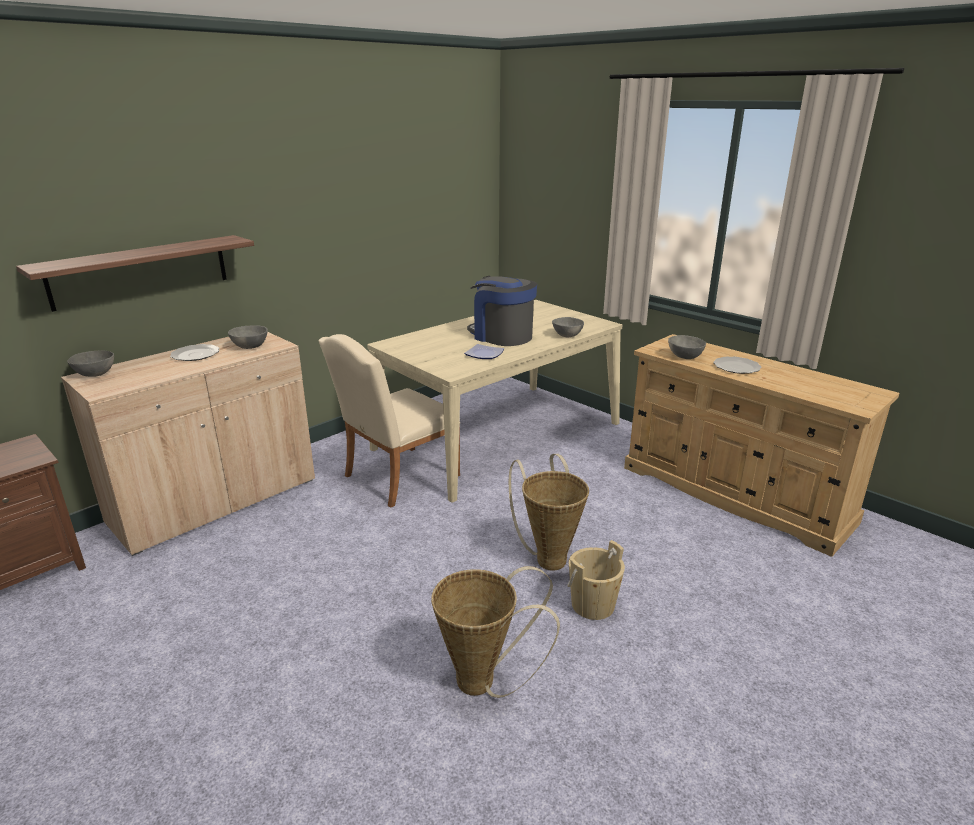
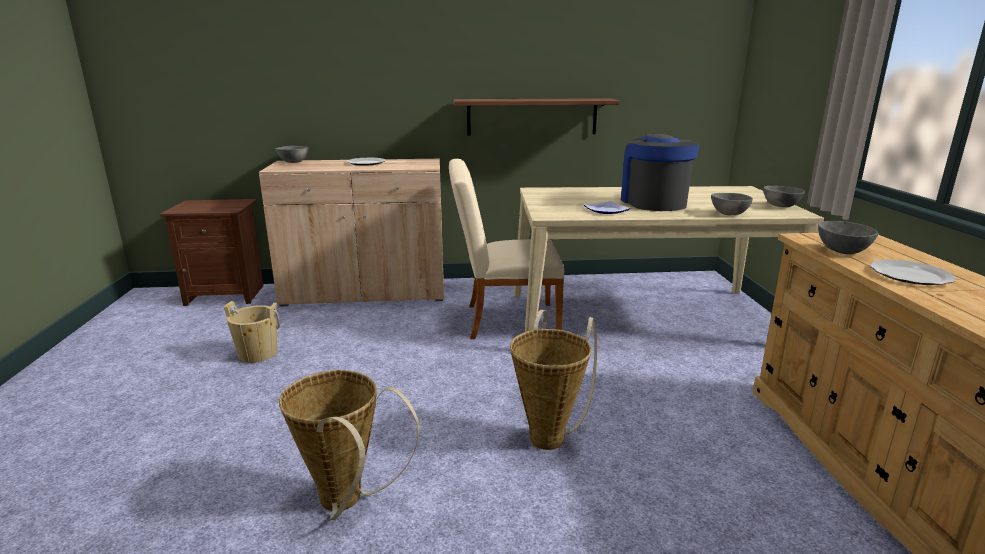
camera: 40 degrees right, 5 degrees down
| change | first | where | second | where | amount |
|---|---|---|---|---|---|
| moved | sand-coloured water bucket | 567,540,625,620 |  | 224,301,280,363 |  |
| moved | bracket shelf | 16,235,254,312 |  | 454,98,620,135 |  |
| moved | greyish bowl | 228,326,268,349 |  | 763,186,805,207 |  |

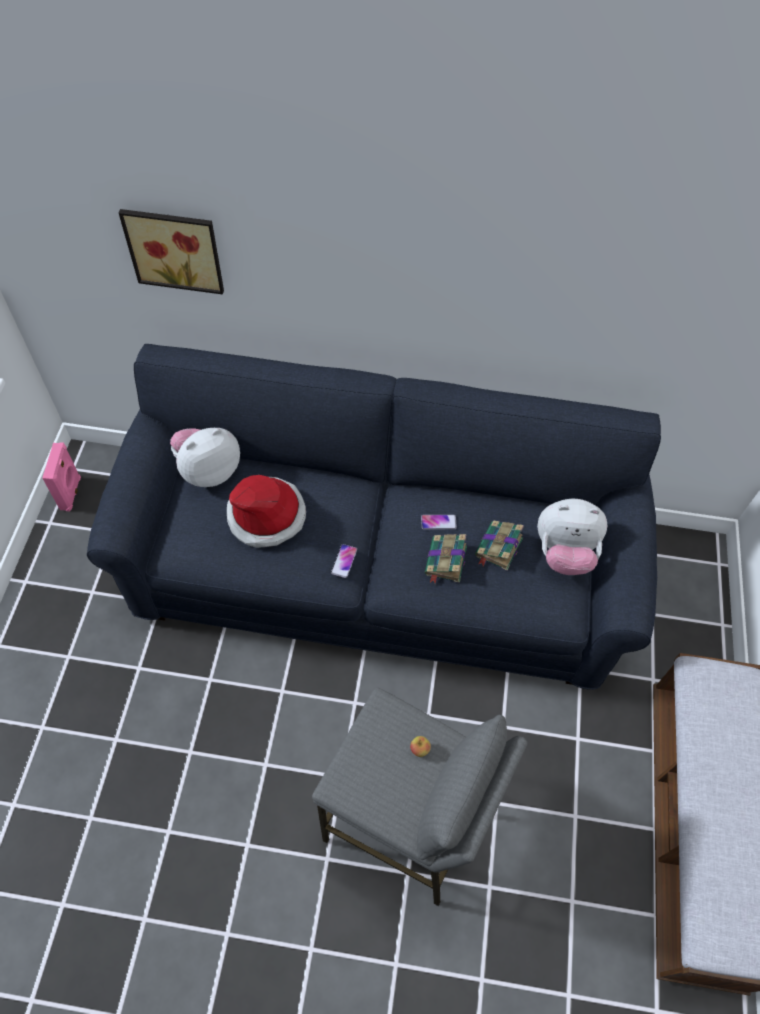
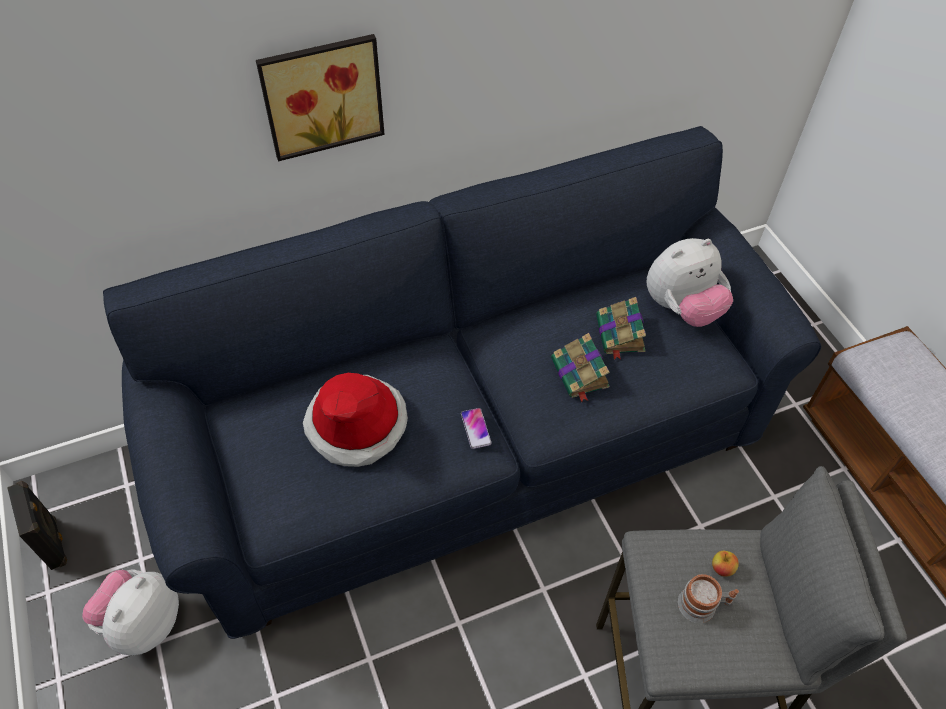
camera: 30 degrees left, 5 degrees down
| change | first | where | second | where | amount |
|---|---|---|---|---|---|
| recoloured | pink speaker | 42,442,81,511 | black-coloured speaker | 7,481,67,570 |  |
| moved | plush toy | 170,428,240,487 |  | 82,569,179,656 |  |
| moved | wall picture | 119,209,224,294 |  | 256,34,385,161 |  |
| added |  |  | tea mug | 678,574,739,623 |  |
| removed | phone | 421,515,457,529 |  |  |  |

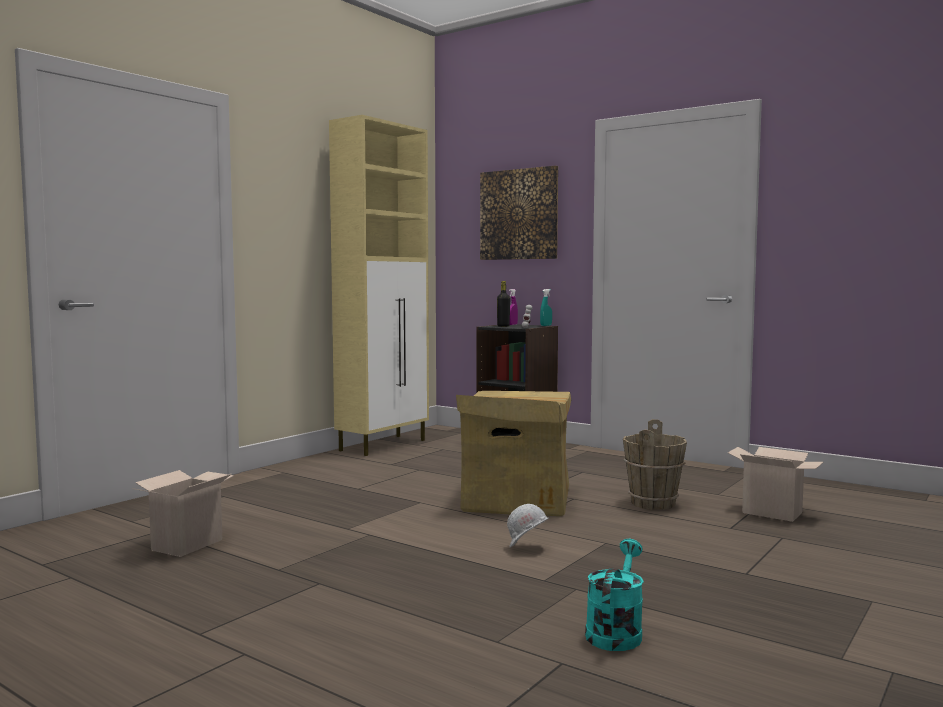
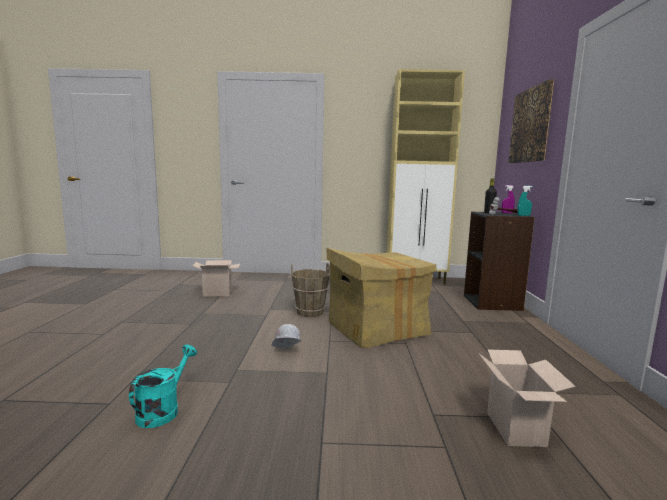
camera: 55 degrees right, 5 degrees up
| change | first | where | second | where | amount |
|---|---|---|---|---|---|
| turned | turquoise-coloured sprinkling can | 585,539,644,651 |  | 129,345,197,428 | 60 degrees counterclockwise |
| moved | brown-coloured water bucket | 623,419,687,510 |  | 291,263,330,317 |  |

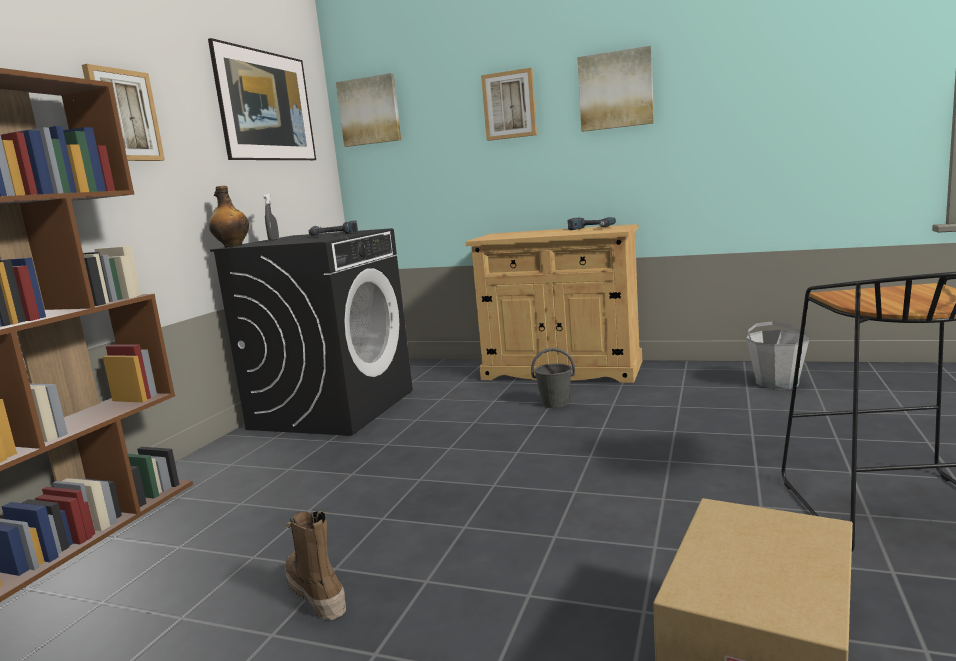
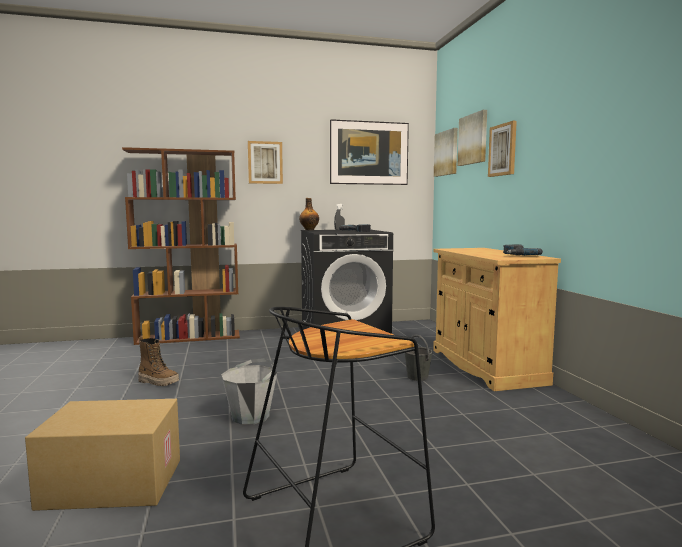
camera: 55 degrees right, 5 degrees down
| change | first | where | second | where | amount |
|---|---|---|---|---|---|
| turned | boot | 285,511,346,620 |  | 138,336,179,386 | 90 degrees clockwise |
| moved | greyish water bucket | 746,321,810,389 |  | 221,358,277,425 |  |
| moved | wall picture | 577,46,654,132 |  | 457,110,487,166 |  |

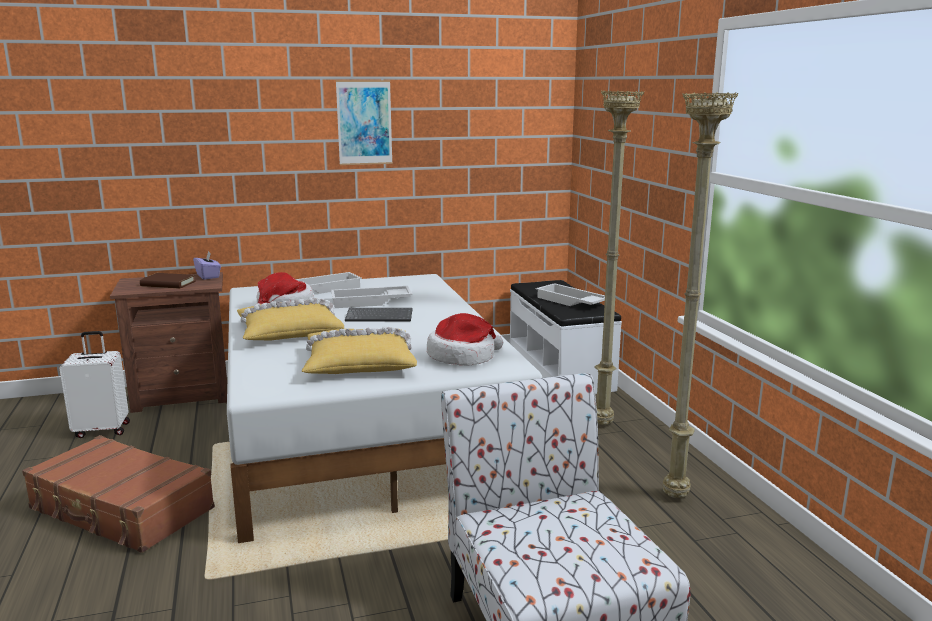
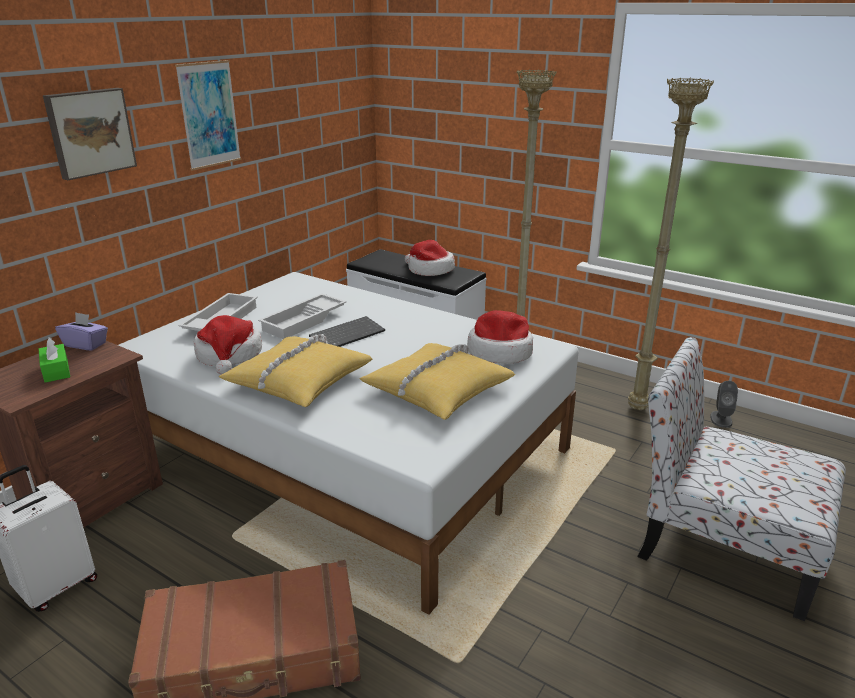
camera: 40 degrees left, 10 degrees up
| change | first | where | second | where | amount |
|---|---|---|---|---|---|
| replaced | brown-coloured volume | 140,273,196,289 | green tissue box | 39,337,70,383 |  |
| added |  |  | wall picture | 43,88,137,180 |  |
| replaced | white carrying tray | 536,283,605,306 | clothing hat | 405,240,455,276 |  |
| added |  |  | greyish speaker | 710,381,738,428 |  |

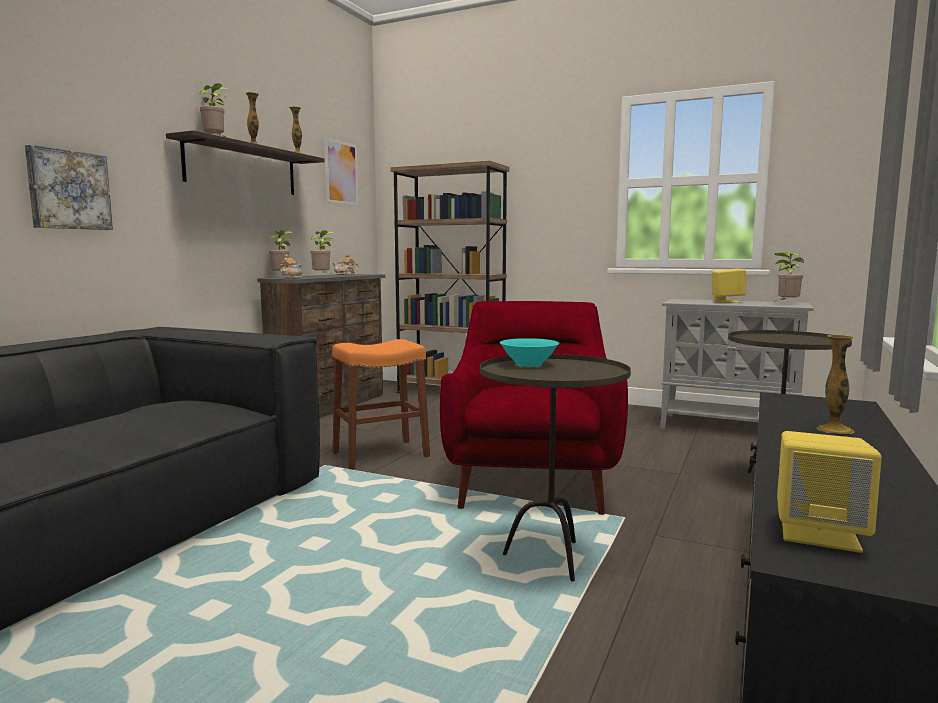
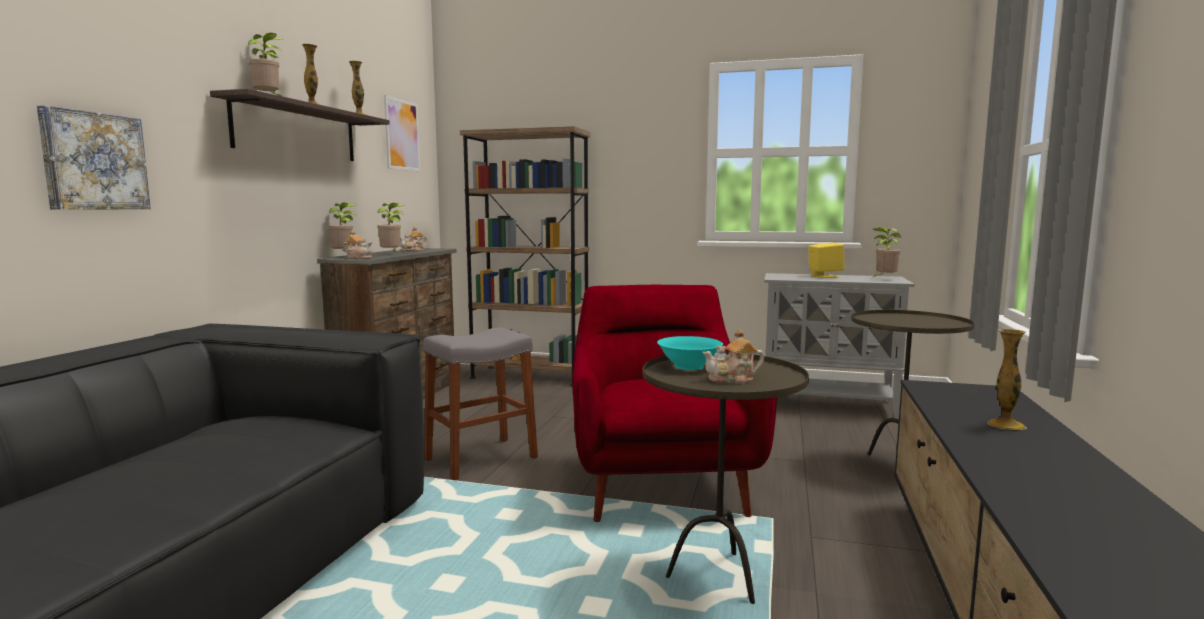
camera: 10 degrees left, 0 degrees up
| change | first | where | second | where | amount |
|---|---|---|---|---|---|
| recoloured | orangey stool | 332,339,430,470 | greyish stool | 423,327,538,480 |  |
| added |  |  | tea pot | 702,329,764,383 |  |
| removed | yellow speaker | 777,431,882,553 |  |  |  |

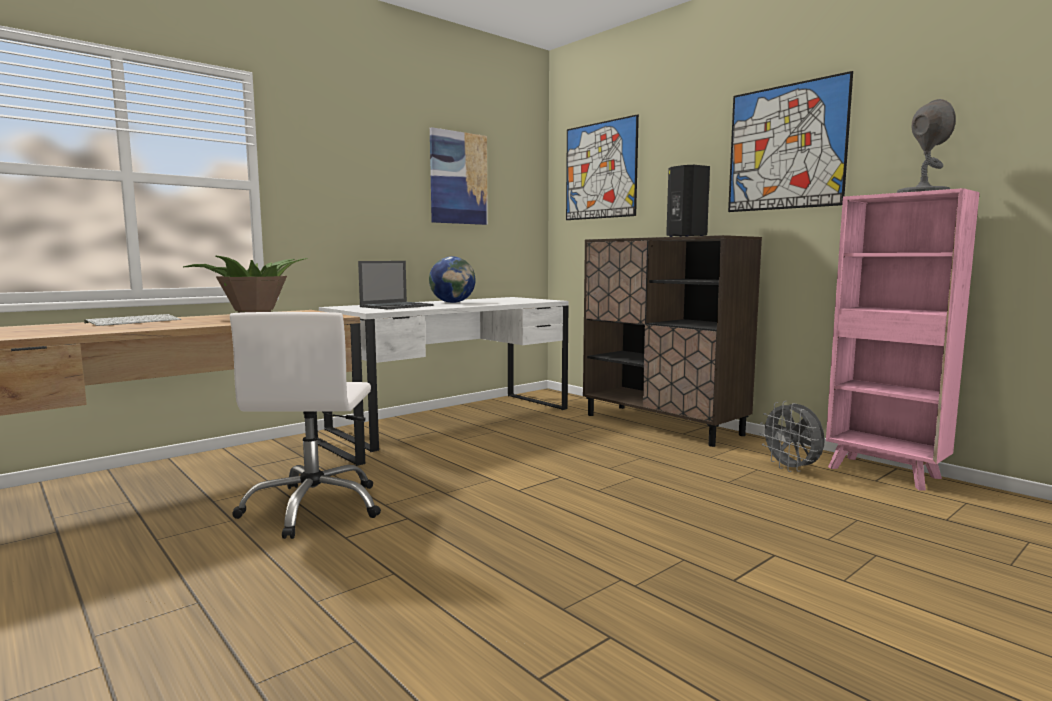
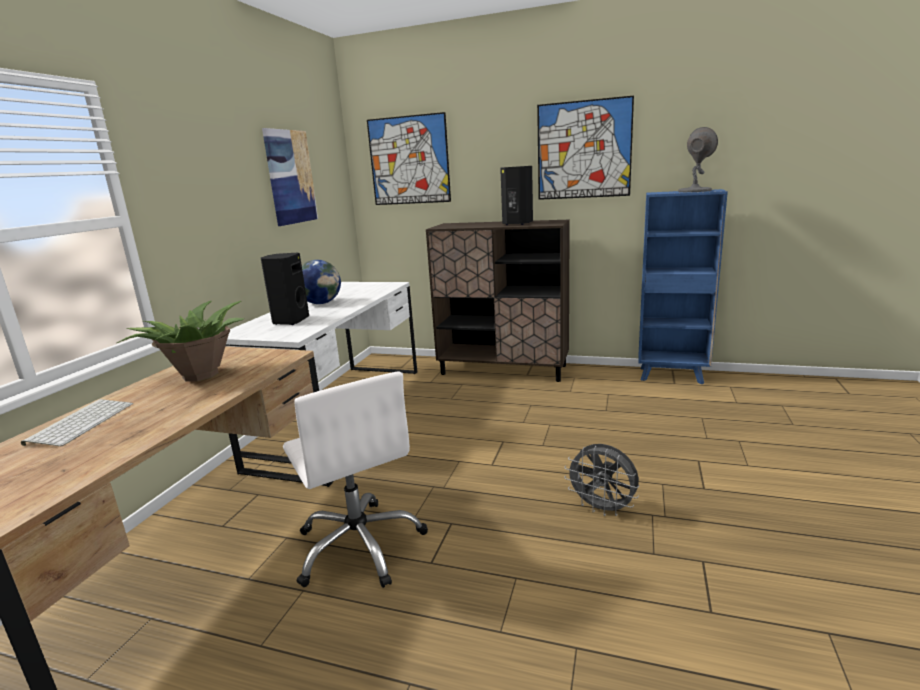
camera: 30 degrees left, 10 degrees up
| change | first | where | second | where | amount |
|---|---|---|---|---|---|
| replaced | laptop | 358,261,433,309 | black-coloured speaker | 261,253,309,325 |  |
| moved | greyish electric fan | 759,401,825,472 |  | 564,444,639,516 |  |
| recoloured | pink bookshelf | 826,188,980,491 | blue bookshelf | 639,189,728,384 |  |

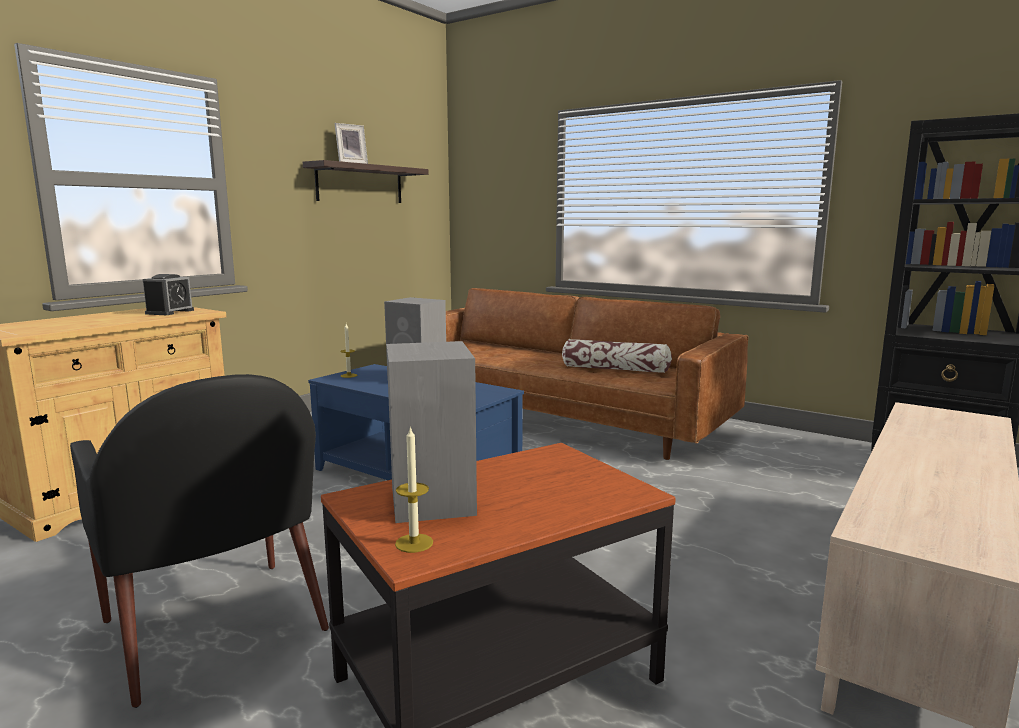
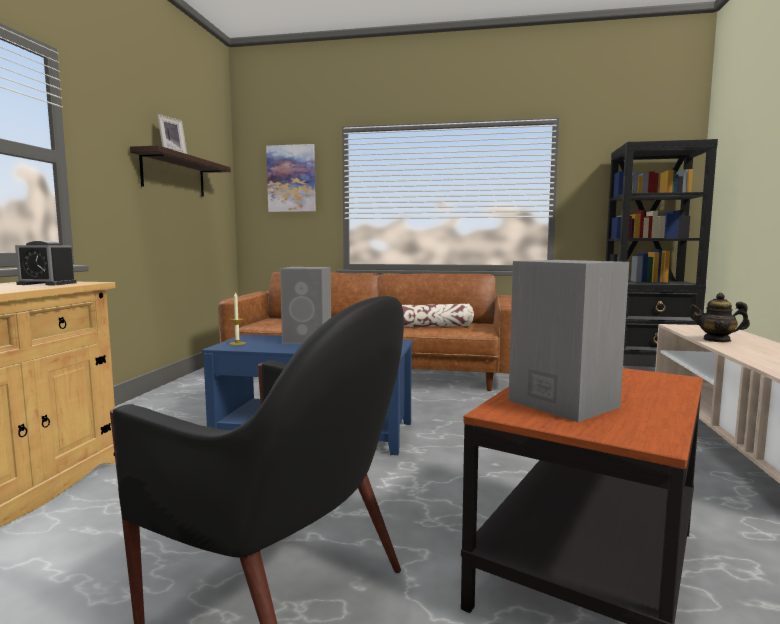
camera: 25 degrees left, 5 degrees down
| change | first | where | second | where | amount |
|---|---|---|---|---|---|
| turned | table clock | 143,274,194,315 |  | 15,241,77,285 | 105 degrees clockwise |
| added |  |  | wall picture | 266,144,316,212 |  |
| added |  |  | tea pot | 690,293,750,342 |  |
| removed | wax light | 395,426,433,553 |  |  |  |

